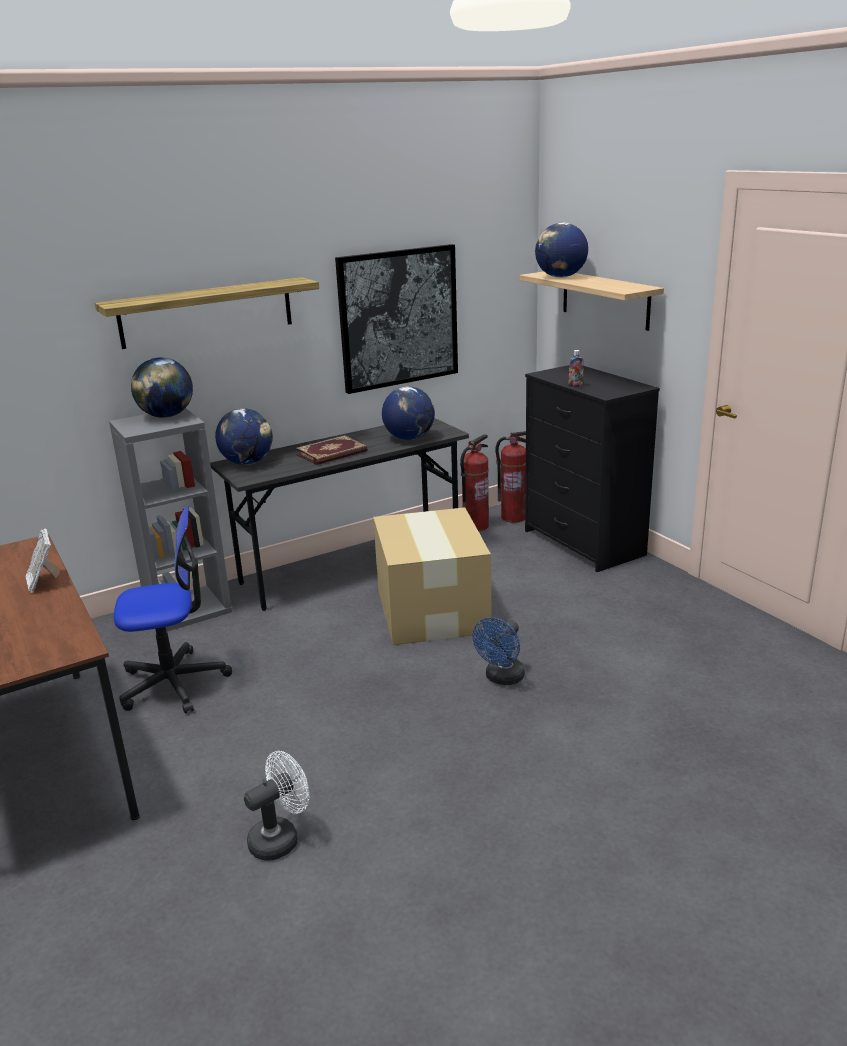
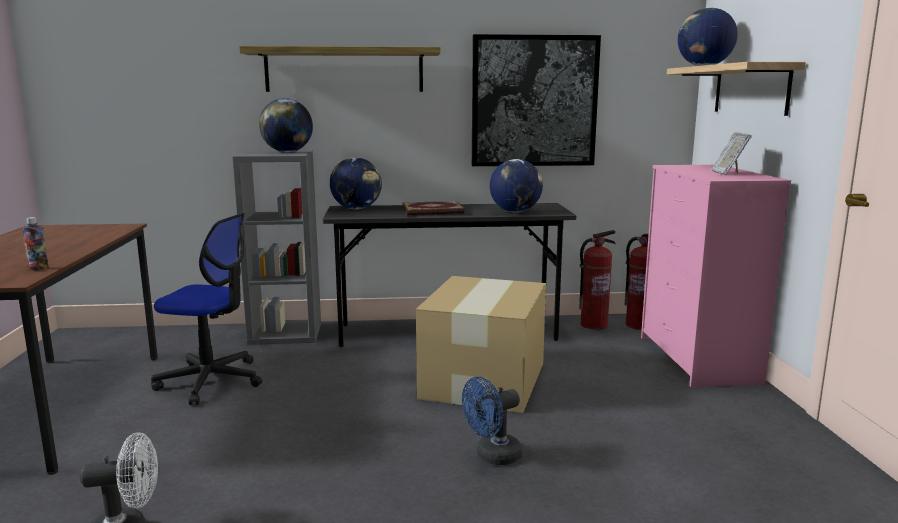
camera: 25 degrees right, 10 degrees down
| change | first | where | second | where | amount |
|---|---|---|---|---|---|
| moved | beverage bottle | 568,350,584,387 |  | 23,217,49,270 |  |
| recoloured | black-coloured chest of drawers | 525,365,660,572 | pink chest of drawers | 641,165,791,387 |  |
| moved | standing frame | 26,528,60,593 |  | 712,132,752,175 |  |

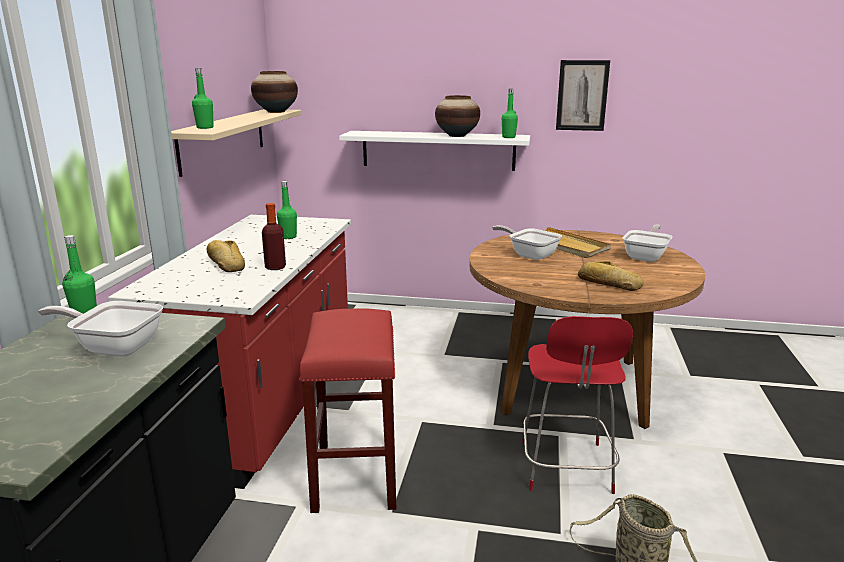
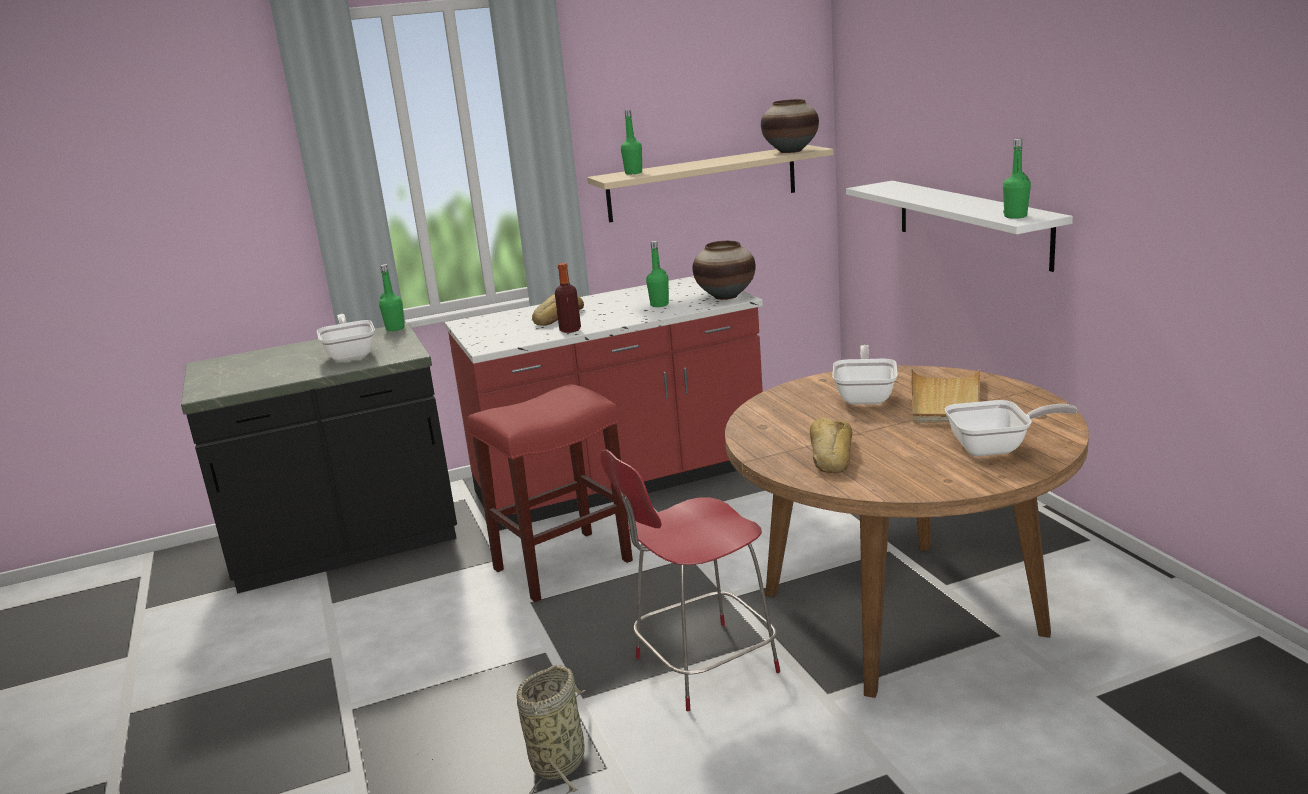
camera: 60 degrees right, 0 degrees up
| change | first | where | second | where | amount |
|---|---|---|---|---|---|
| moved | decorative vase | 435,95,480,137 |  | 693,241,756,300 |  |
| removed | wall picture | 556,60,610,131 |  |  |  |

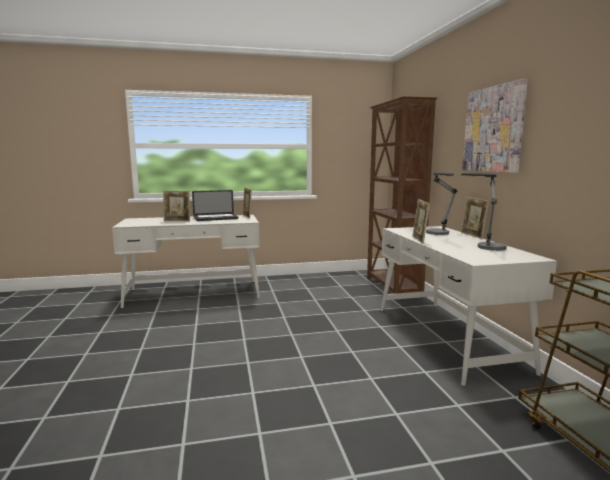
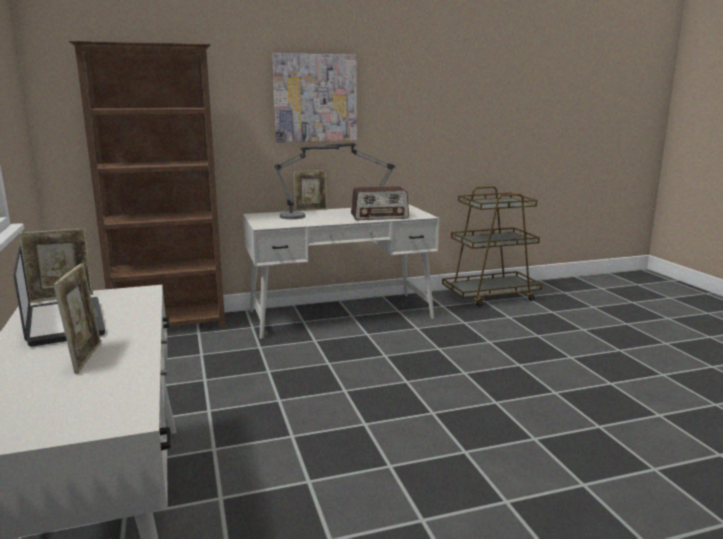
camera: 95 degrees left, 5 degrees up
| change | first | where | second | where | amount |
|---|---|---|---|---|---|
| added |  |  | radio | 351,186,409,220 |  |
| removed | standing frame | 413,199,430,244 |  |  |  |

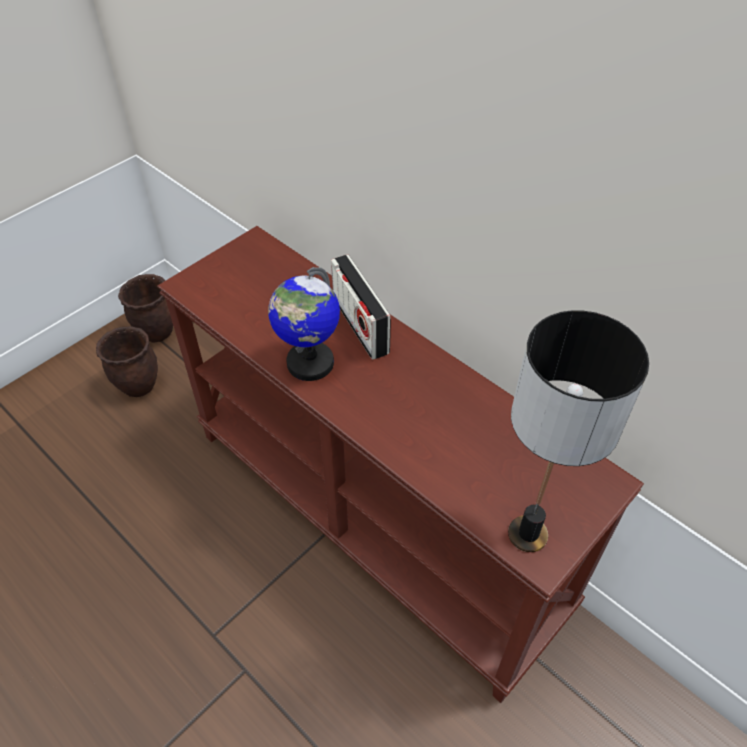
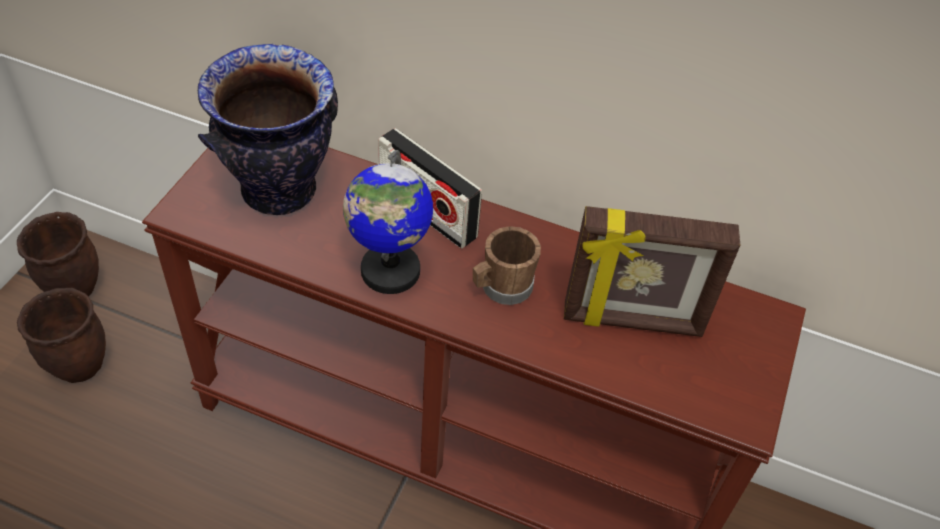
camera: 25 degrees left, 0 degrees up
| change | first | where | second | where | amount |
|---|---|---|---|---|---|
| added |  |  | decorative vase | 198,44,338,215 |  |
| added |  |  | brown-coloured tea mug | 473,226,541,305 |  |
| added |  |  | standing frame | 564,206,740,337 |  |
| removed | table lamp | 508,310,649,552 |  |  |  |

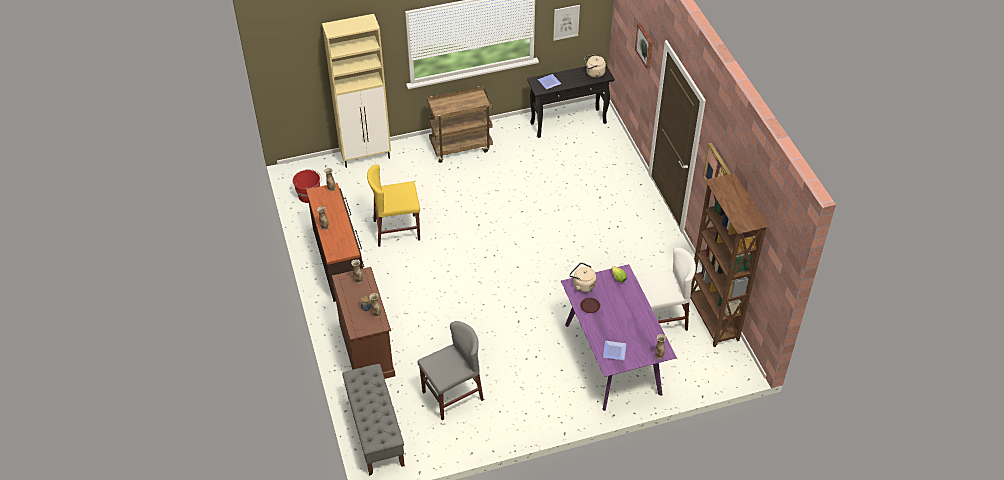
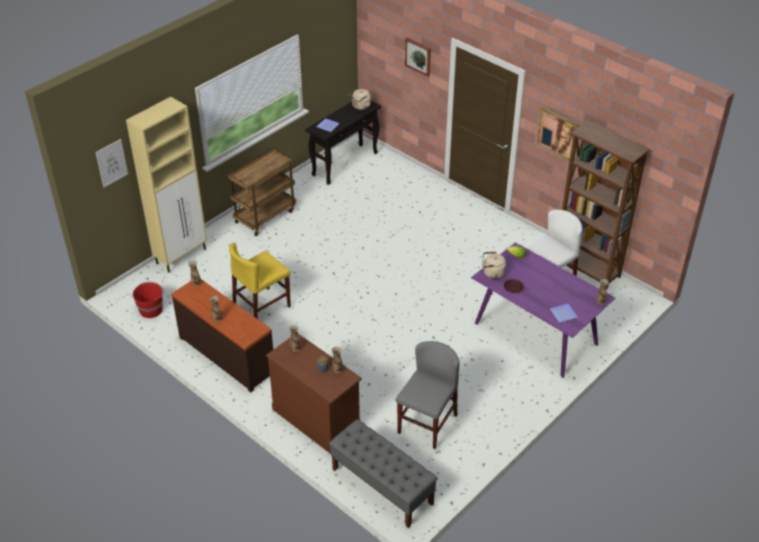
camera: 30 degrees left, 5 degrees down
| change | first | where | second | where | amount |
|---|---|---|---|---|---|
| moved | wall picture | 553,5,580,41 |  | 96,139,128,188 |  |

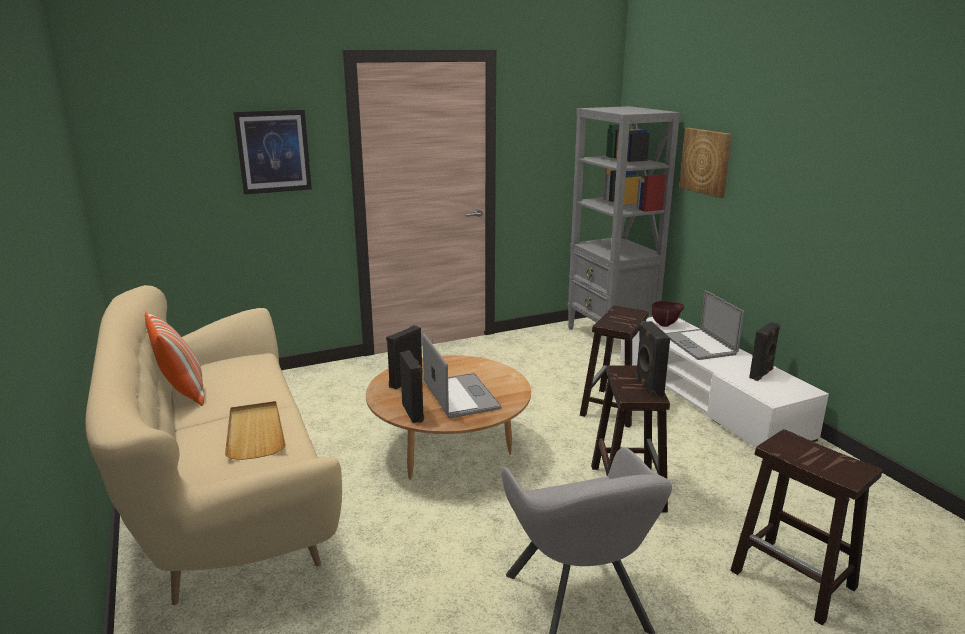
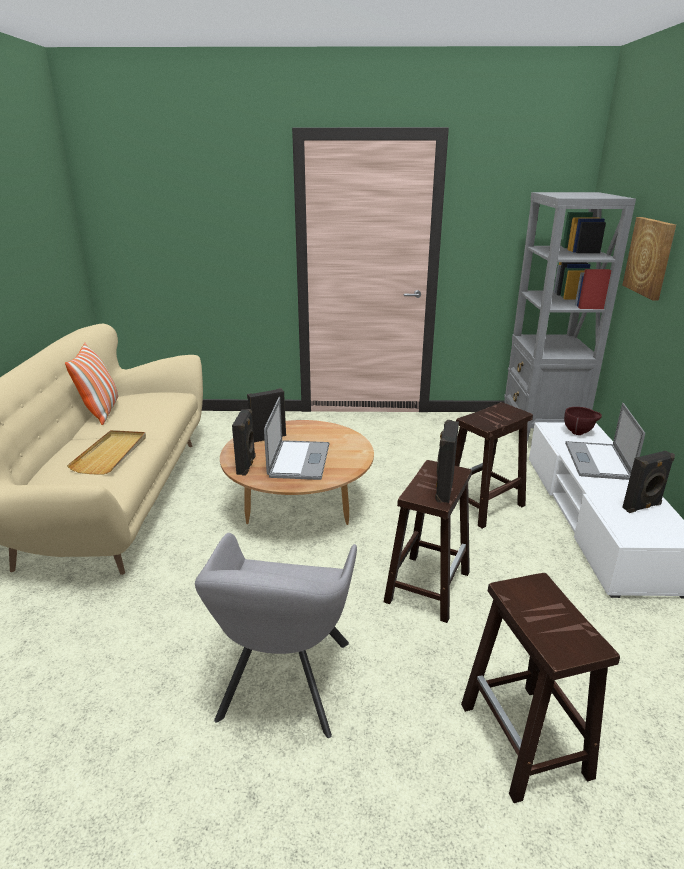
camera: 25 degrees right, 5 degrees up
| change | first | where | second | where | amount |
|---|---|---|---|---|---|
| removed | wall picture | 234,110,312,195 |  |  |  |

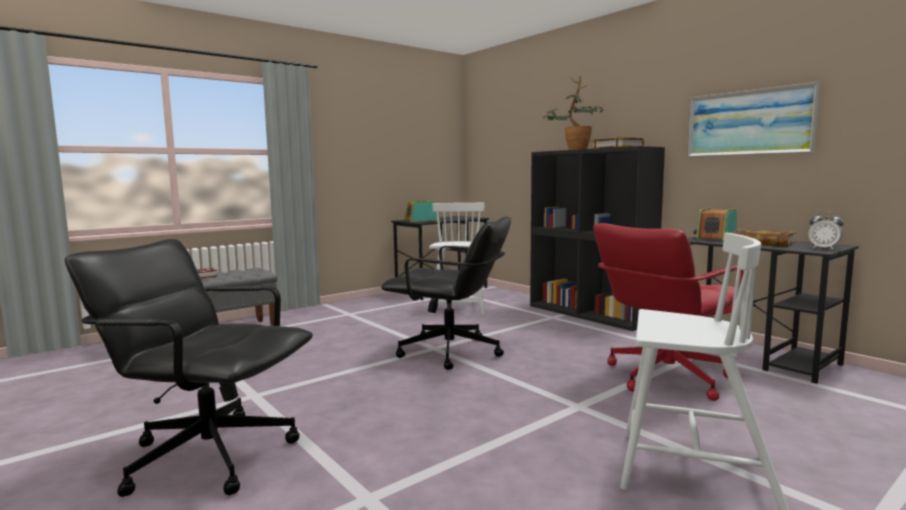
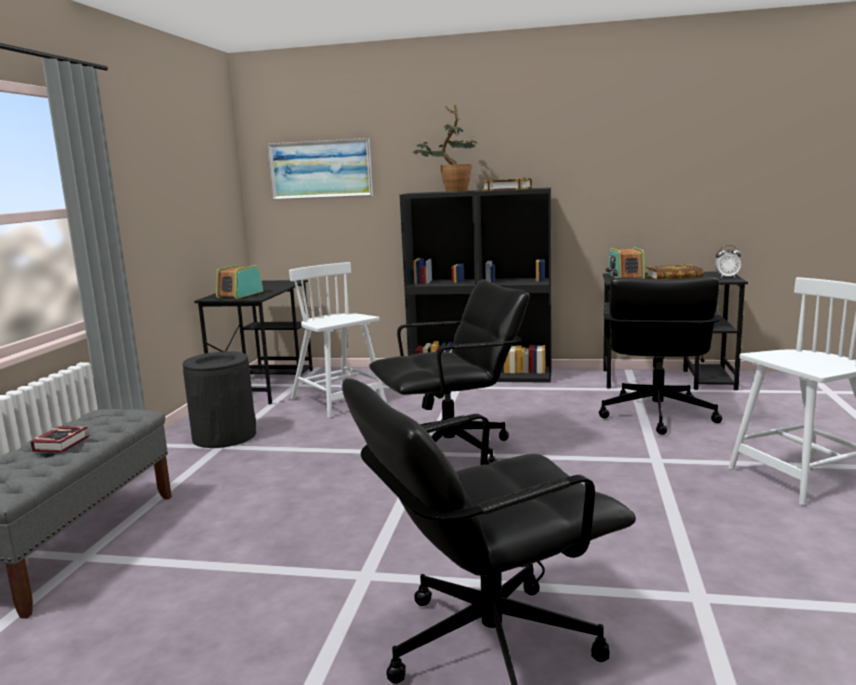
camera: 40 degrees left, 5 degrees up
| change | first | where | second | where | amount |
|---|---|---|---|---|---|
| added |  |  | black-coloured rubbish bin | 183,351,256,448 |  |
| moved | wall picture | 687,82,820,157 |  | 267,138,373,200 |  |
| recoloured | red-coloured office chair | 593,223,744,401 | black-coloured office chair | 599,277,722,435 |  |

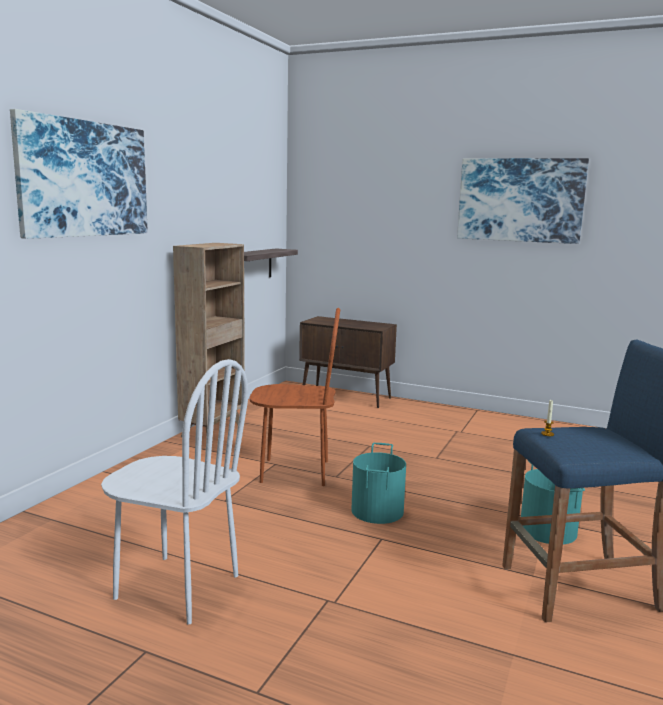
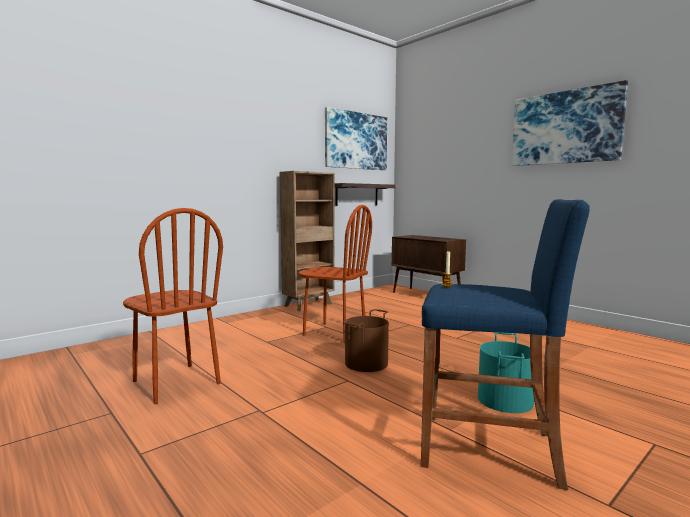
camera: 25 degrees right, 5 degrees down
| change | first | where | second | where | amount |
|---|---|---|---|---|---|
| recoloured | white upright chair | 101,359,248,625 | brown-coloured upright chair | 123,208,223,404 |  |
| moved | wall picture | 10,109,148,239 |  | 325,107,387,170 |  |
| recoloured | turquoise-coloured water bucket | 351,443,406,524 | brown-coloured water bucket | 344,309,389,372 |  |

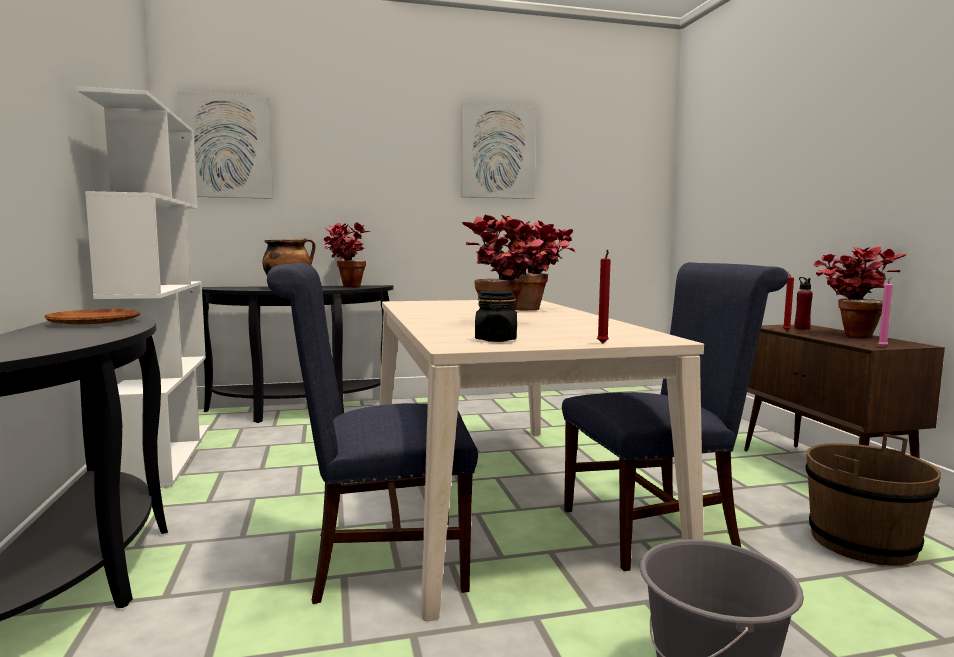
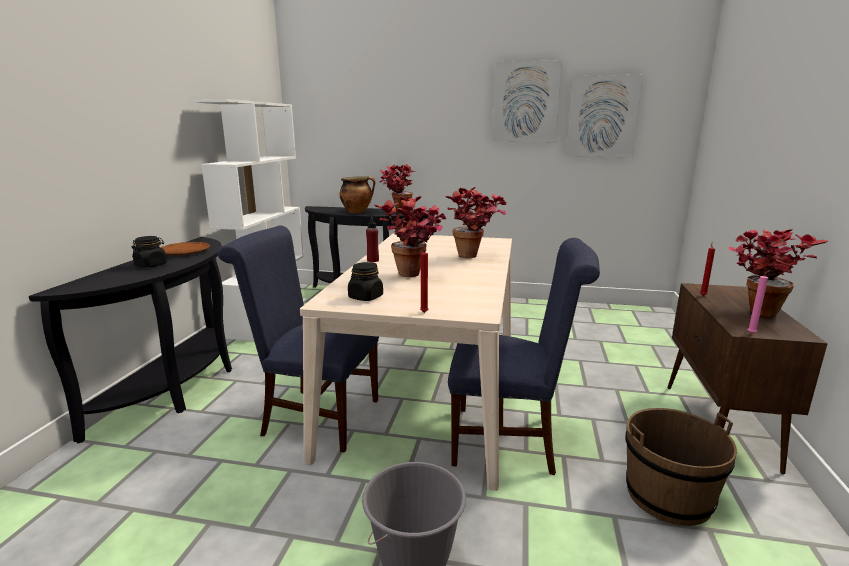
camera: 25 degrees right, 10 degrees up
| change | first | where | second | where | amount |
|---|---|---|---|---|---|
| added |  |  | black-coloured preserve jar | 132,236,167,267 |  |
| moved | red-coloured beverage bottle | 794,277,813,330 |  | 366,216,379,262 |  |
| moved | wall picture | 178,91,273,199 |  | 566,75,643,157 |  |

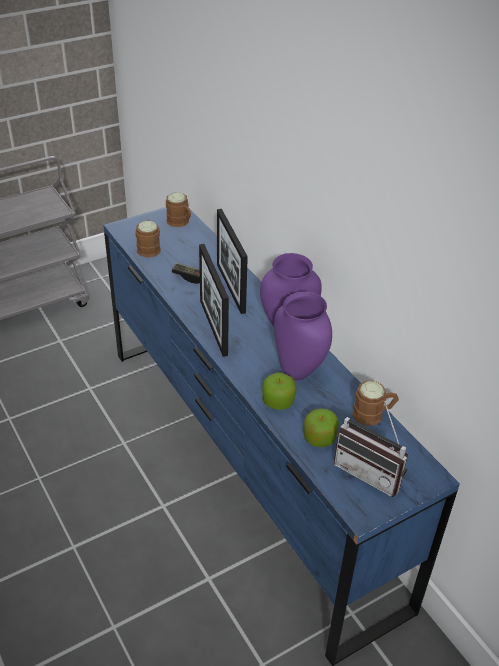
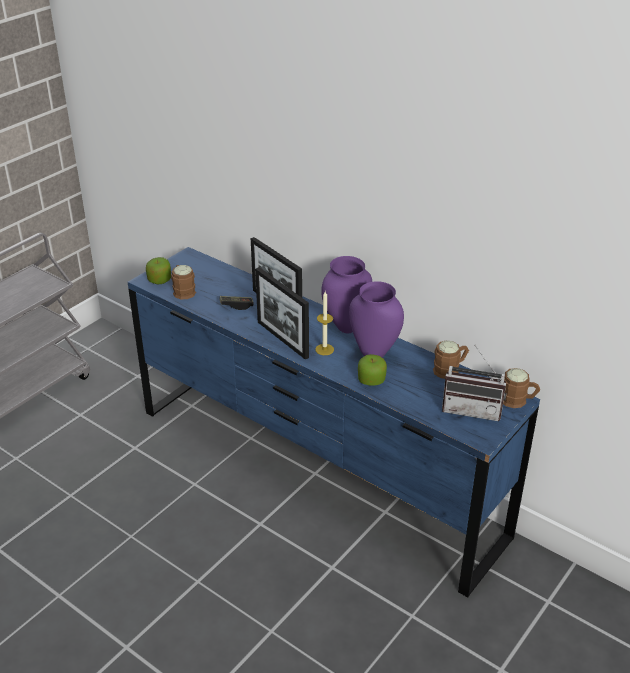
camera: 20 degrees left, 5 degrees down
| change | first | where | second | where | amount |
|---|---|---|---|---|---|
| moved | apple | 303,408,339,447 |  | 146,257,171,284 |  |
| added |  |  | wax light | 315,291,334,355 |  |
| moved | brown-coloured tea mug | 166,192,191,227 |  | 503,368,540,408 |  |

